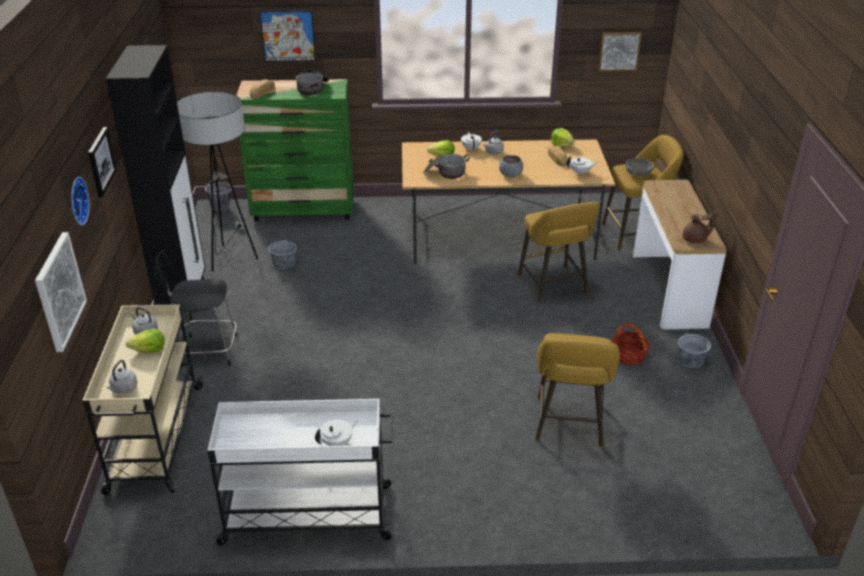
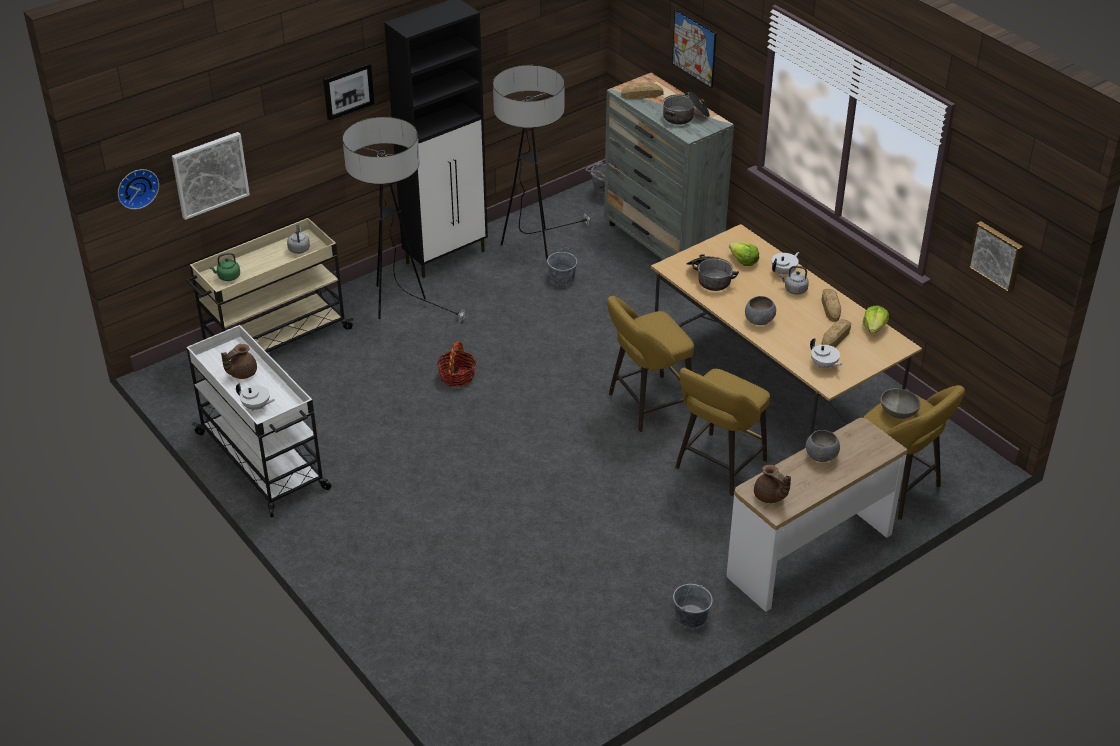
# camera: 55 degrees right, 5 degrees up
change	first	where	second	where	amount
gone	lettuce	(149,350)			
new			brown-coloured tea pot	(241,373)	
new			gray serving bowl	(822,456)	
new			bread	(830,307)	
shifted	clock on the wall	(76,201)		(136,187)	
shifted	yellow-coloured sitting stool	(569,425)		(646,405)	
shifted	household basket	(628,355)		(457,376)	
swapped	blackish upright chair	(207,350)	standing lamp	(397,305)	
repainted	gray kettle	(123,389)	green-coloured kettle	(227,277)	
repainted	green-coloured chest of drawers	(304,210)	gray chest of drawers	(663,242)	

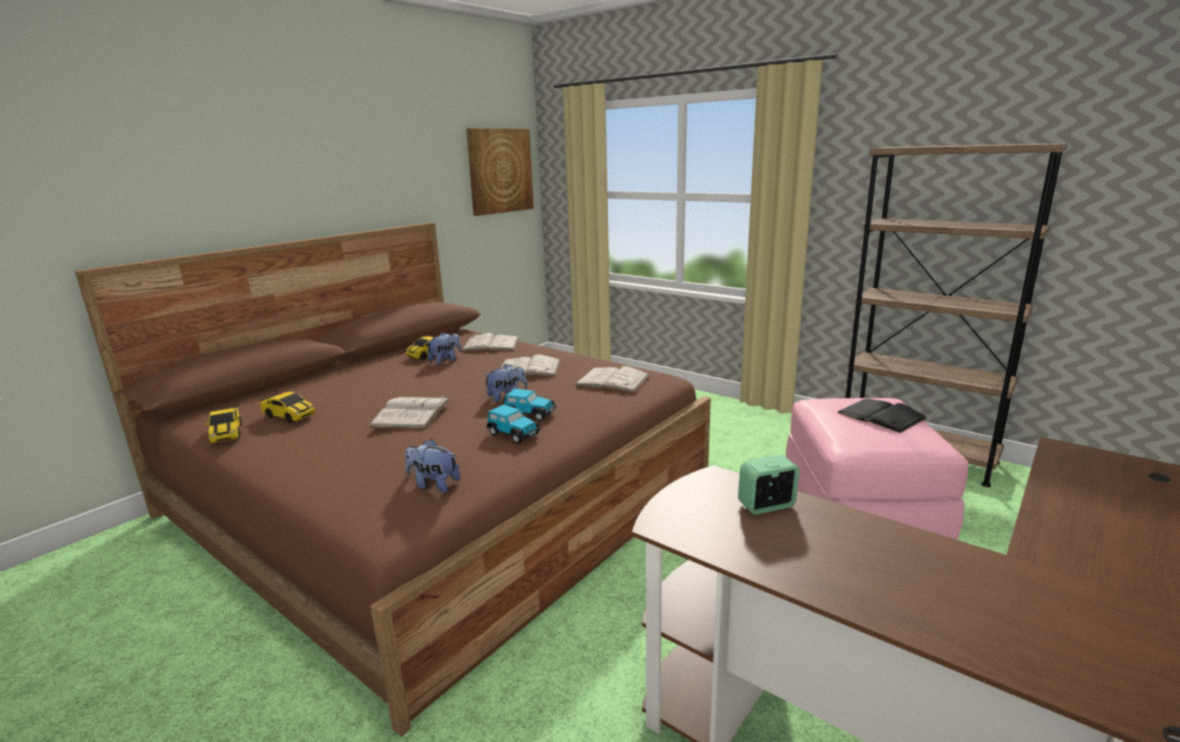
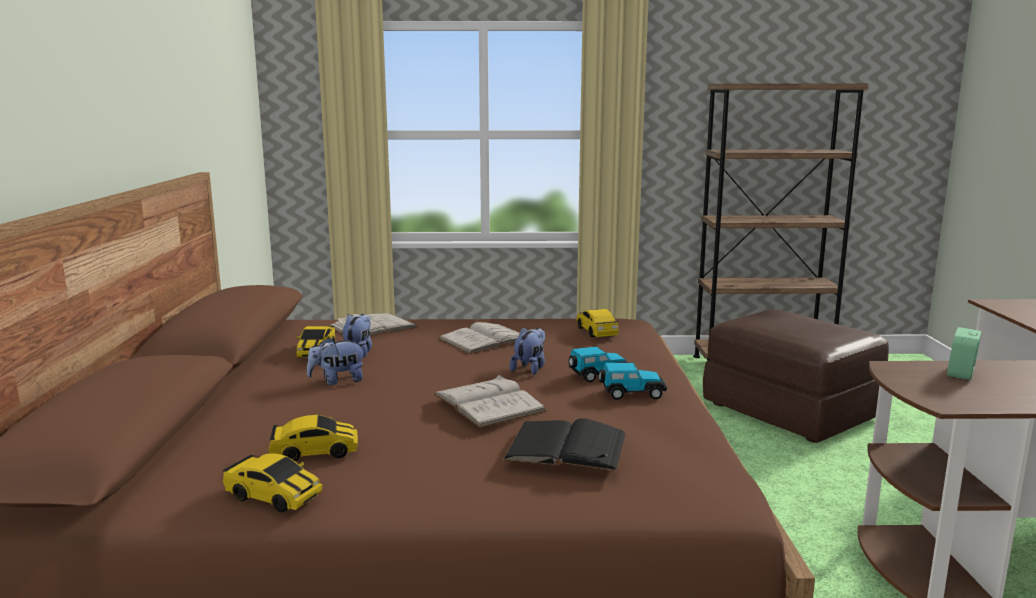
# camera: 40 degrees left, 5 degrees down
change	first	where	second	where	amount
gone	wall art	(500,171)			
shifted	soft toy	(433,485)		(338,381)	
shifted	blackish volume	(881,415)		(566,447)	
swapped	white volume	(612,380)	toy car	(596,331)	
repainted	pink pouffe	(860,506)	brown-coloured pouffe	(788,411)	

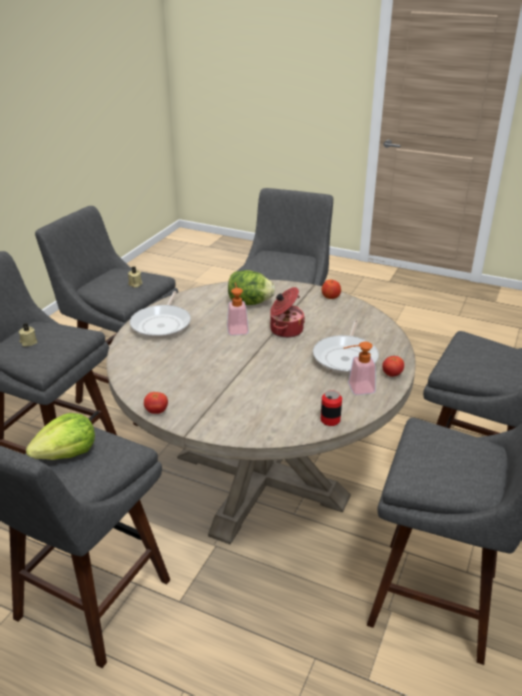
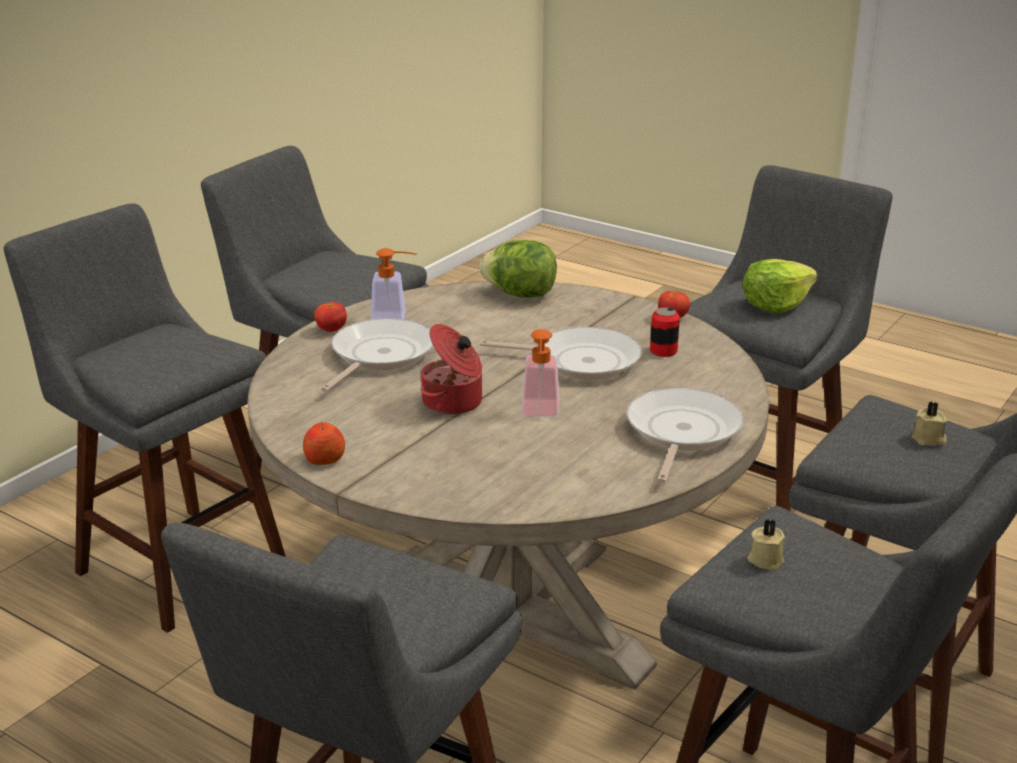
# camera: 170 degrees left, 5 degrees down
change	first	where	second	where	amount
new			skillet	(580,360)	
shifted	lettuce	(249,303)		(520,294)	
shifted	can	(330,420)		(663,351)	

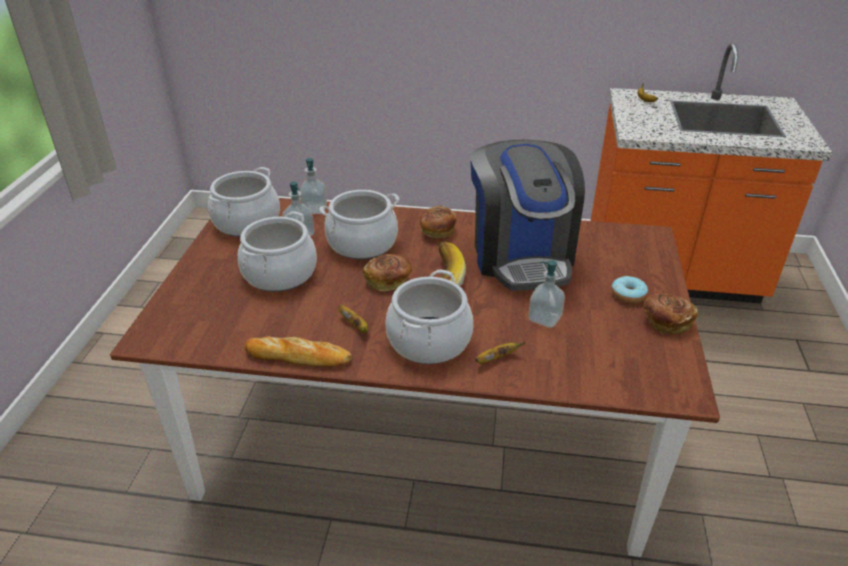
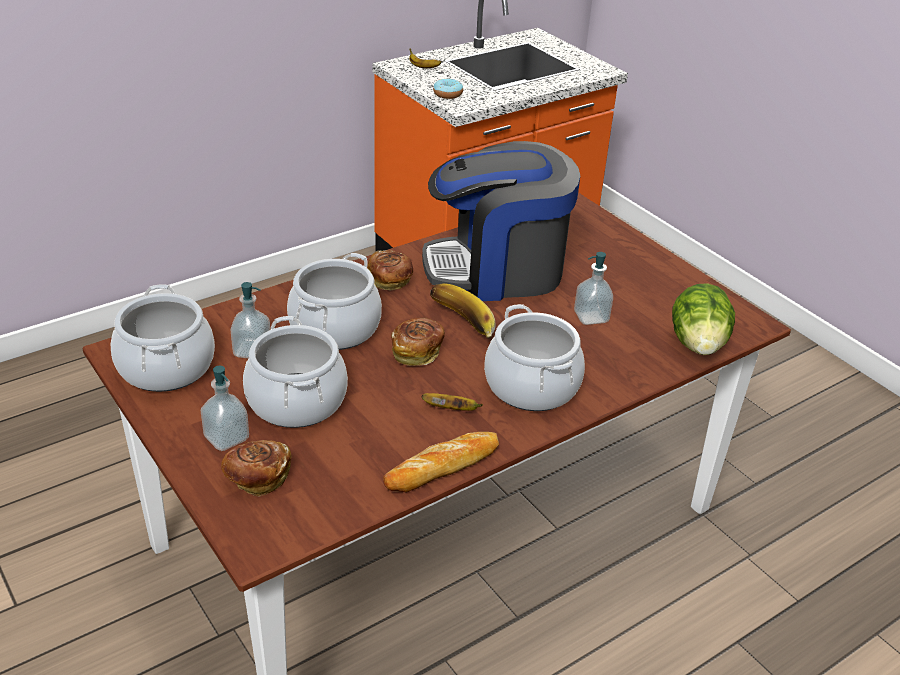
# camera: 45 degrees left, 0 degrees up
change	first	where	second	where	amount
gone	banana fruit	(496,359)			
new			lettuce	(698,344)	
shifted	liquid soap bottle	(314,209)		(226,438)	
shifted	ring doughnut	(628,295)		(447,94)	
shifted	bread	(665,322)		(257,478)	
rotated	coffee machine	(521,255)		(497,270)	135 degrees clockwise

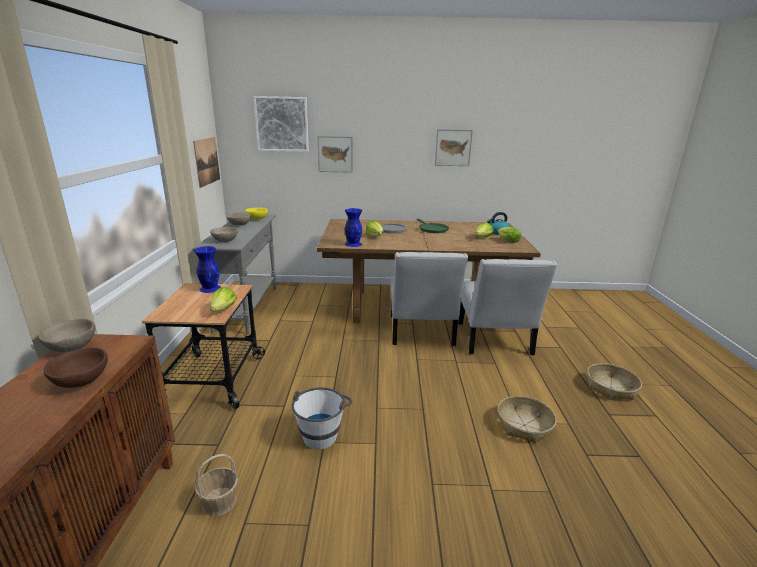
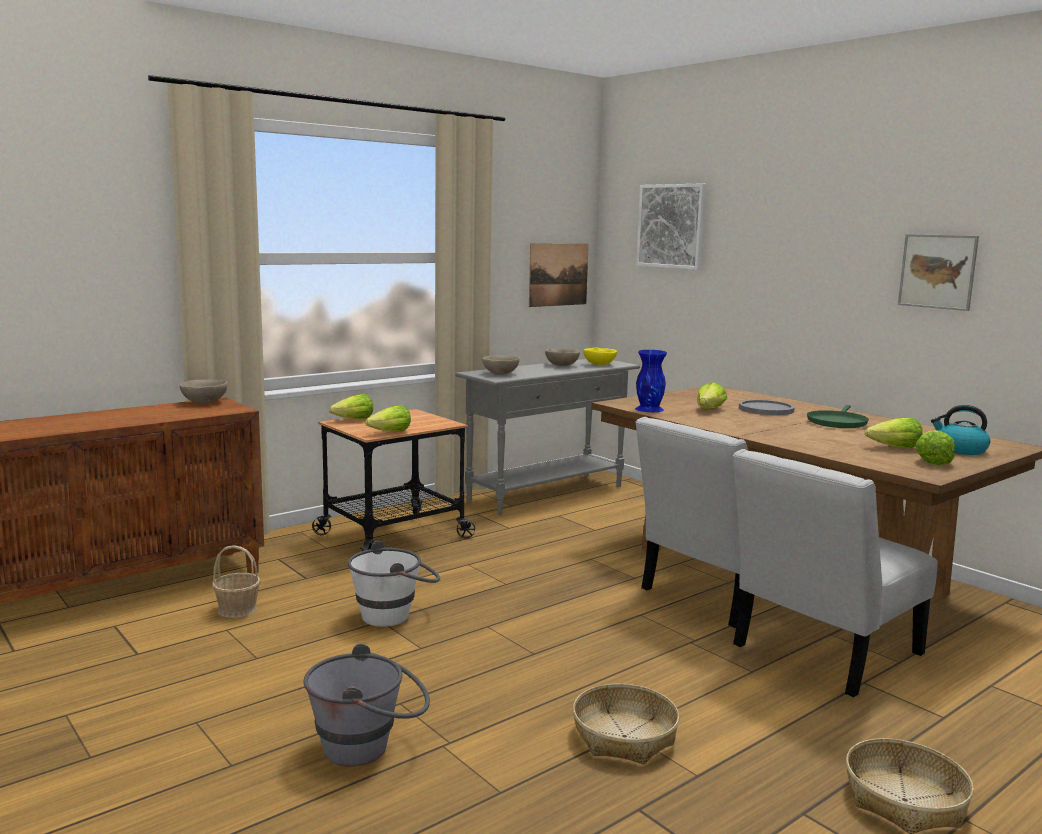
# camera: 50 degrees right, 10 degrees down
change	first	where	second	where	amount
gone	brown-coloured serving bowl	(81,381)			
gone	bluish decorative vase	(209,288)			
gone	wall art	(335,154)			
new			gray pail	(369,747)	
new			lettuce	(354,420)	

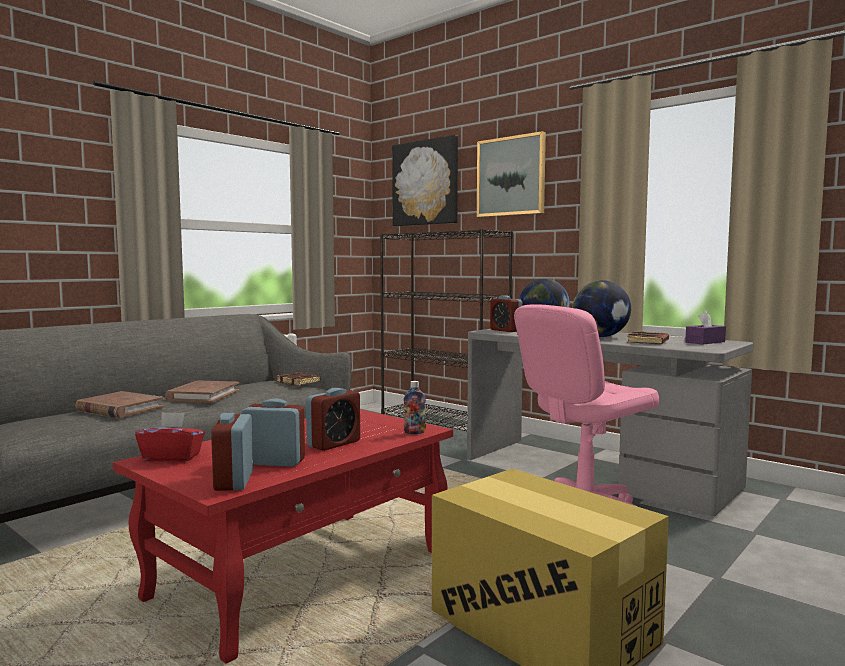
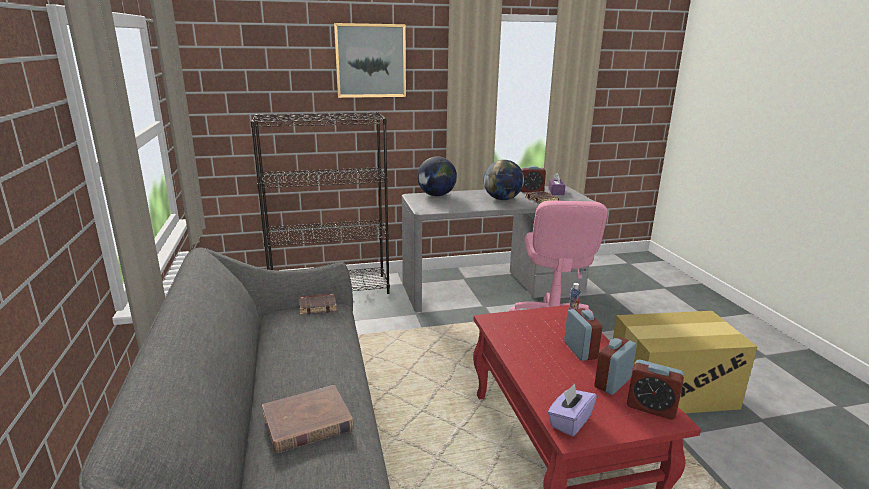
# camera: 55 degrees left, 15 degrees up
change	first	where	second	where	amount
gone	brown-coloured volume	(203,395)			
gone	wall art	(425,183)			
shifted	table clock	(505,330)		(531,191)	
repainted	reddish box of tissues	(172,457)	purple-coloured box of tissues	(570,422)	

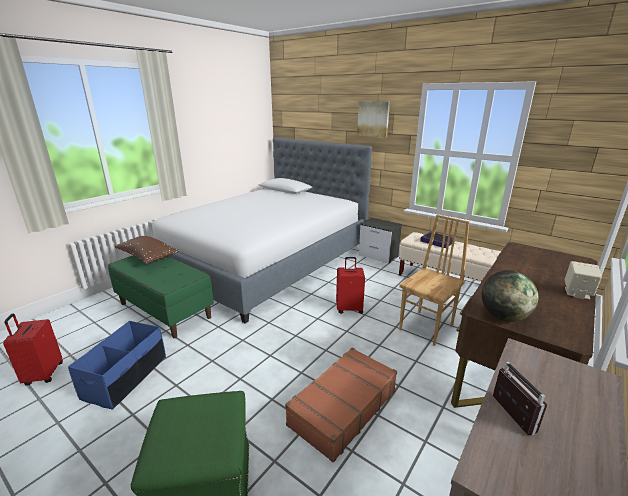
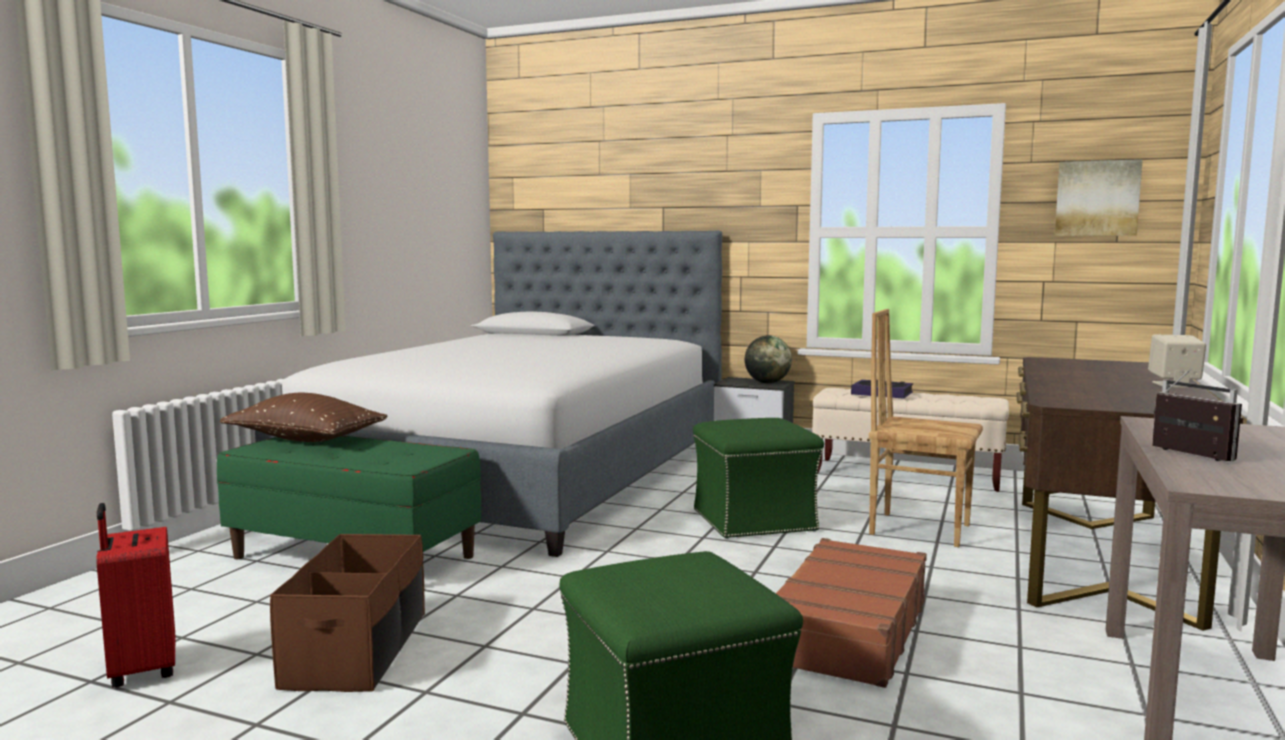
# camera: 15 degrees left, 15 degrees down
change	first	where	second	where	amount
shifted	wall art	(373,119)		(1097,198)	
shifted	globe	(503,317)		(767,383)	
swapped	reddish travel case	(349,308)	green-coloured pouffe	(755,520)	
repainted	bluish storage bin	(126,377)	brown-coloured storage bin	(358,649)	
rotated	brown-coloured upright chair	(427,328)		(919,529)	90 degrees counterclockwise

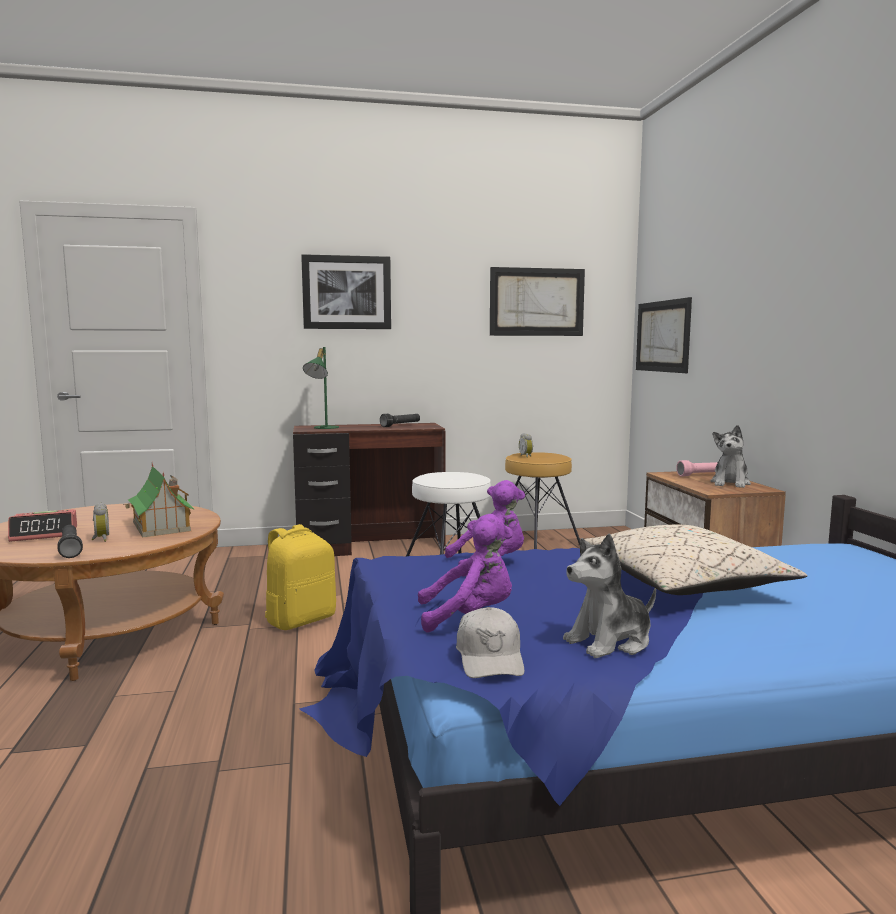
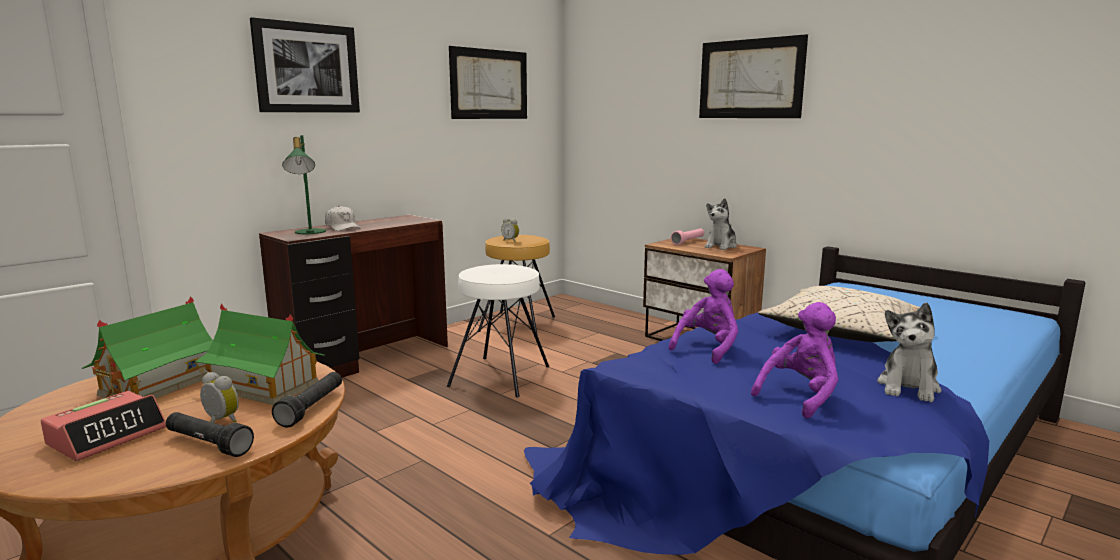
# camera: 35 degrees left, 5 degrees up
change	first	where	second	where	amount
gone	yellow-coloured knapsack	(300,620)			
new			miniature house	(159,384)	
shifted	blackish torch	(401,425)		(312,408)	
shifted	white cap	(490,658)		(343,227)	
shifted	wall art	(662,336)		(750,79)	
rotated	soft toy	(730,483)		(721,246)	45 degrees clockwise

